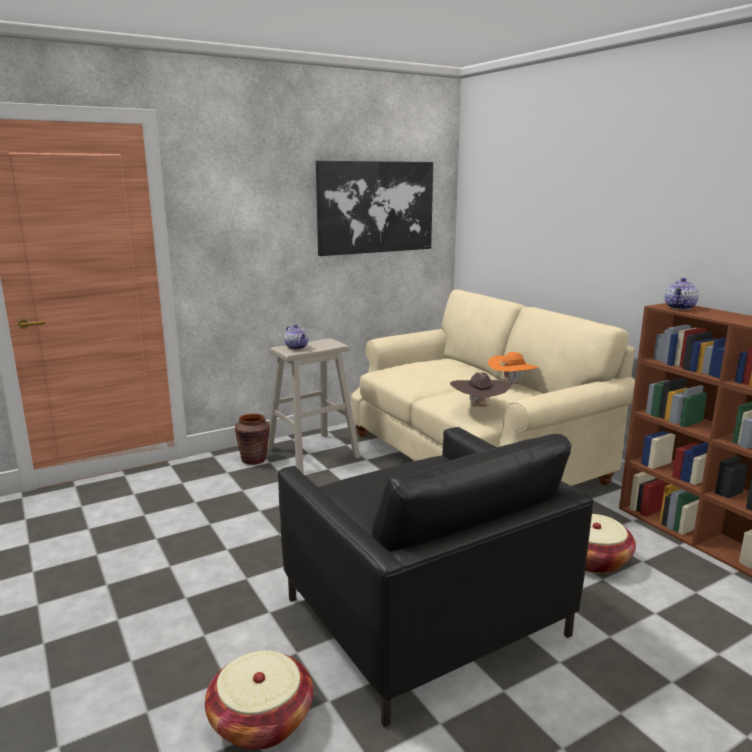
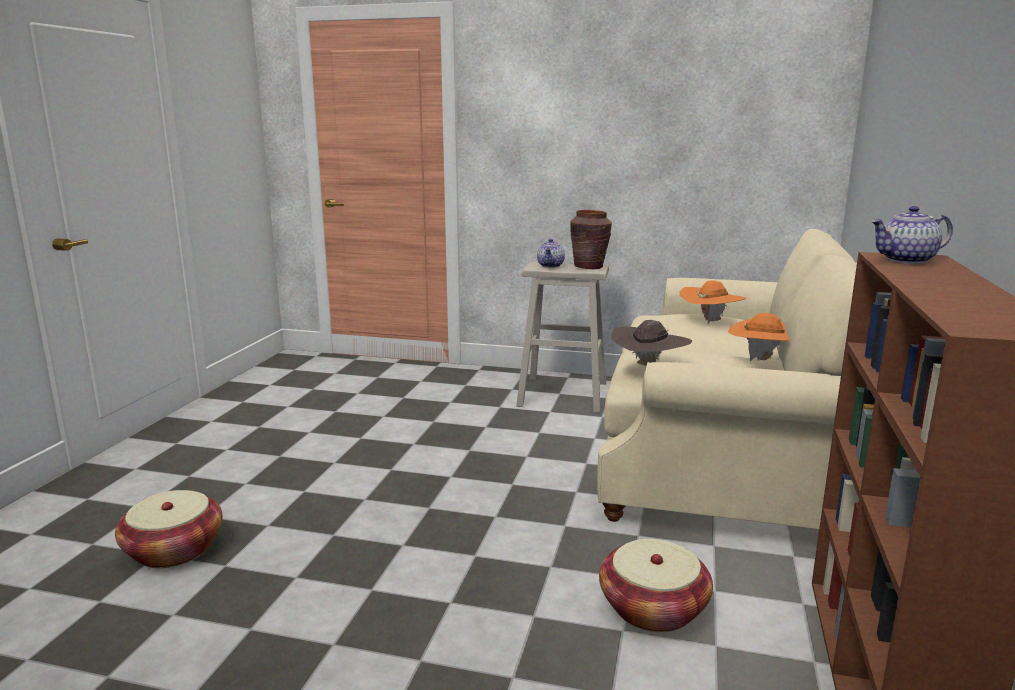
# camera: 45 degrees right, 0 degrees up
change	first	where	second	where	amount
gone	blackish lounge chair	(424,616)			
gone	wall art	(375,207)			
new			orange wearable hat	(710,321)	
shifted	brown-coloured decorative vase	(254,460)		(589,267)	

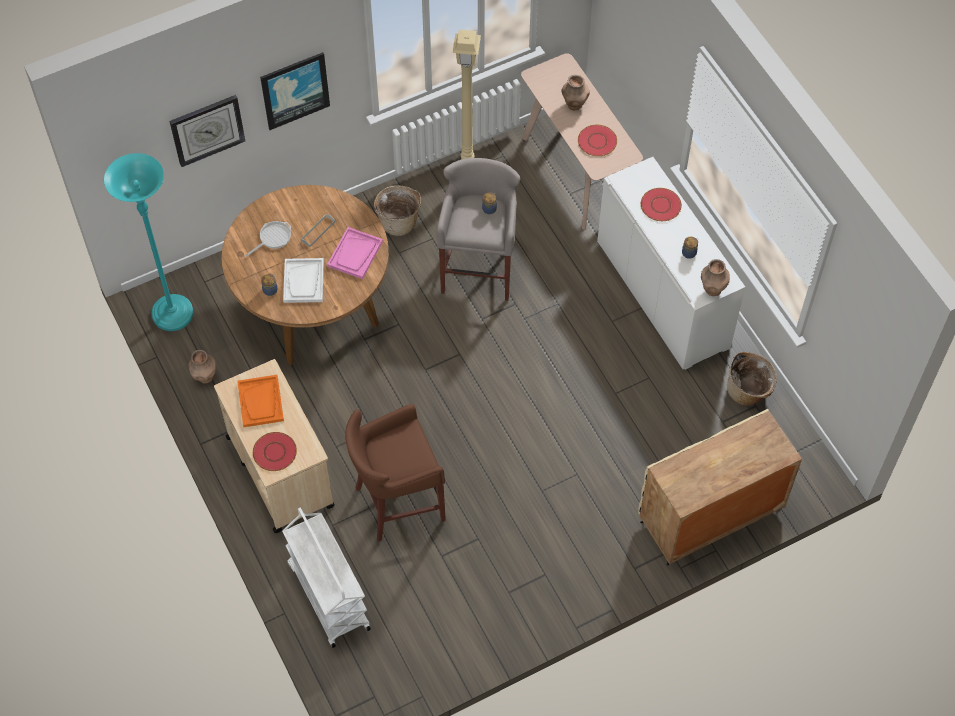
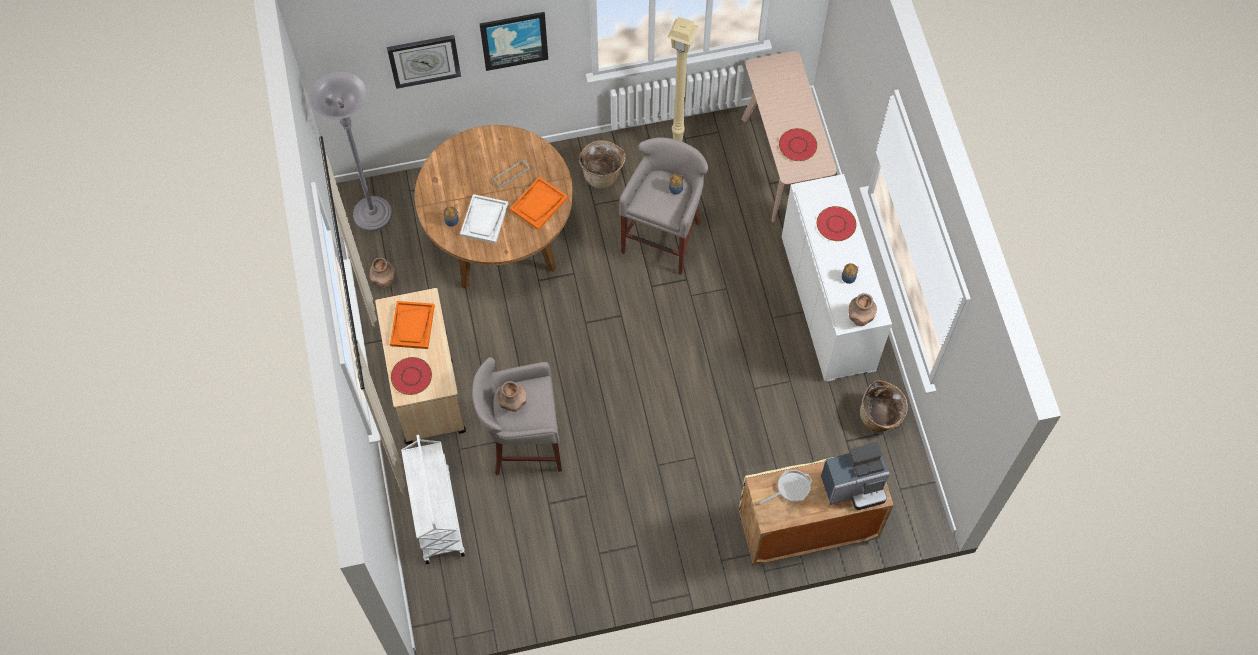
# camera: 15 degrees right, 5 degrees up
change	first	where	second	where	amount
new			coffee machine	(854,487)	
shifted	skillet	(273,238)		(791,488)	
shifted	brown-coloured decorative vase	(574,105)		(513,404)	
repainted	turquoise-coloured standing lamp	(172,314)	gray standing lamp	(373,215)	
repainted	pink carrying tray	(355,254)	orange carrying tray	(539,204)	
repainted	brown-coloured sitting stool	(397,503)	gray sitting stool	(523,443)	

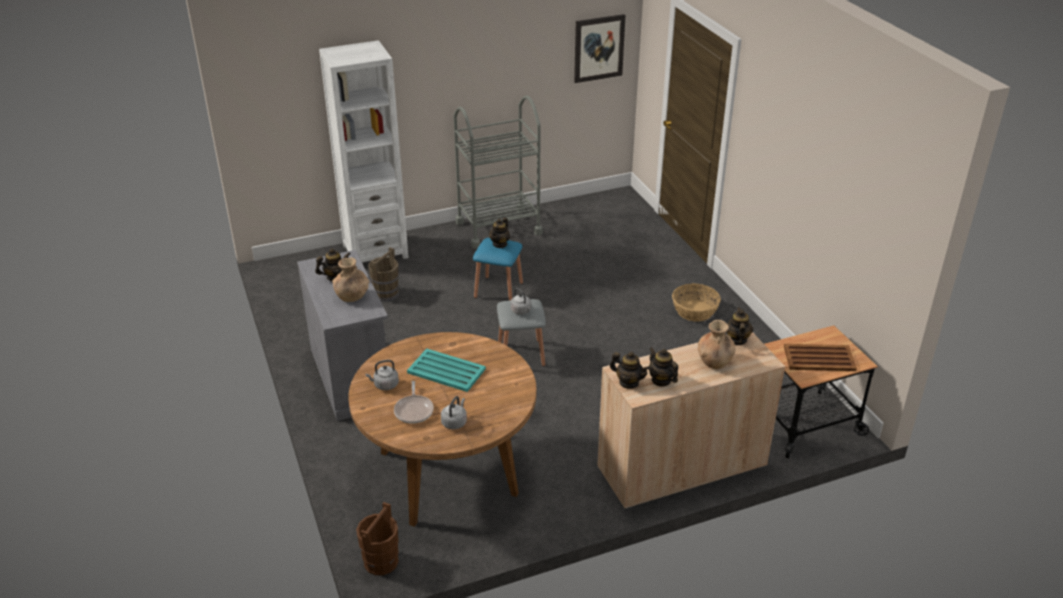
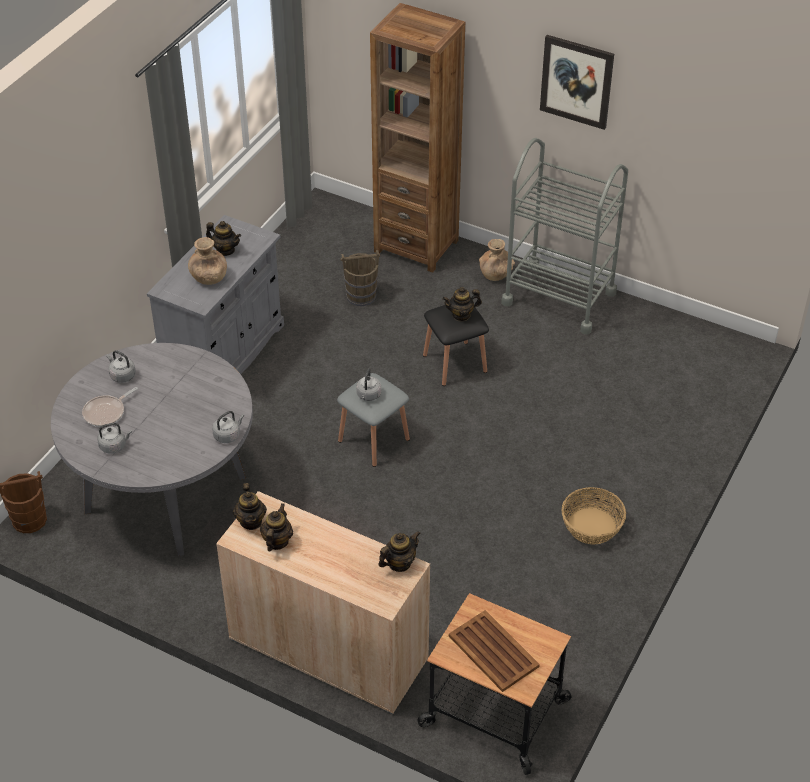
# camera: 50 degrees right, 10 degrees up
change	first	where	second	where	amount
gone	turquoise-coloured carrying tray	(447,371)			
new			gray kettle	(228,435)	
shifted	wall art	(598,48)		(576,81)	
shifted	brown-coloured decorative vase	(714,362)		(495,275)	
repainted	white bookcase	(375,251)	brown-coloured bookcase	(416,246)	
repainted	brown-coloured dinner table	(448,473)	gray dinner table	(165,494)	
repainted	bluish sitting stool	(498,290)	blackish sitting stool	(455,363)	

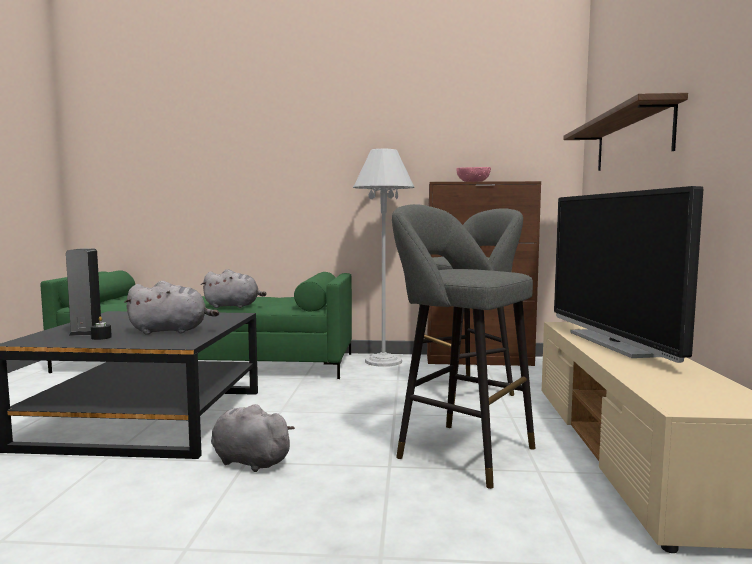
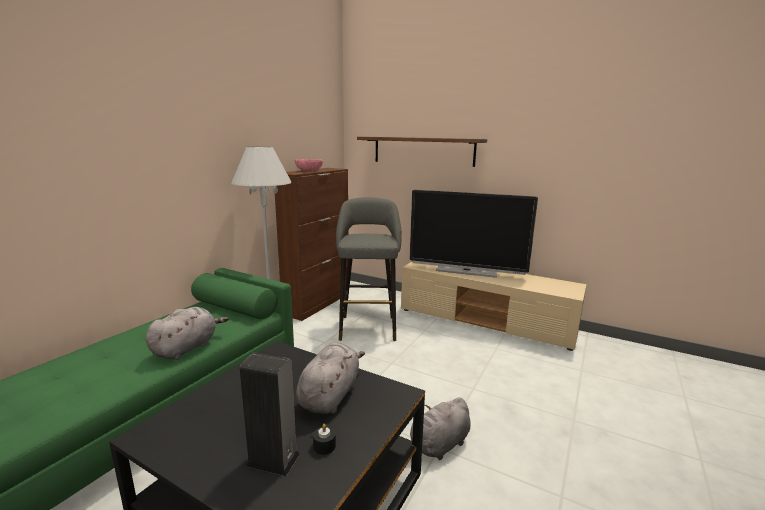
# camera: 65 degrees left, 10 degrees up
change	first	where	second	where	amount
gone	gray sitting stool	(459,451)			

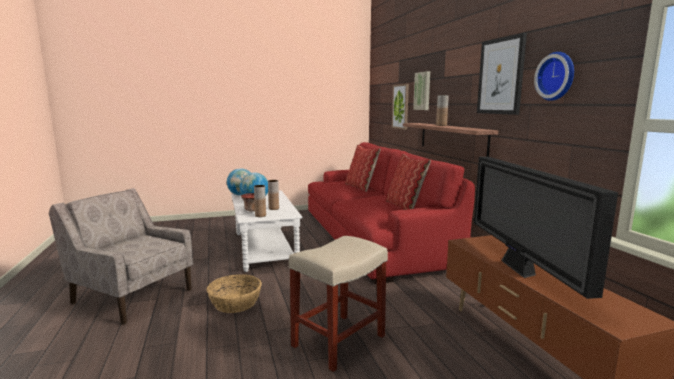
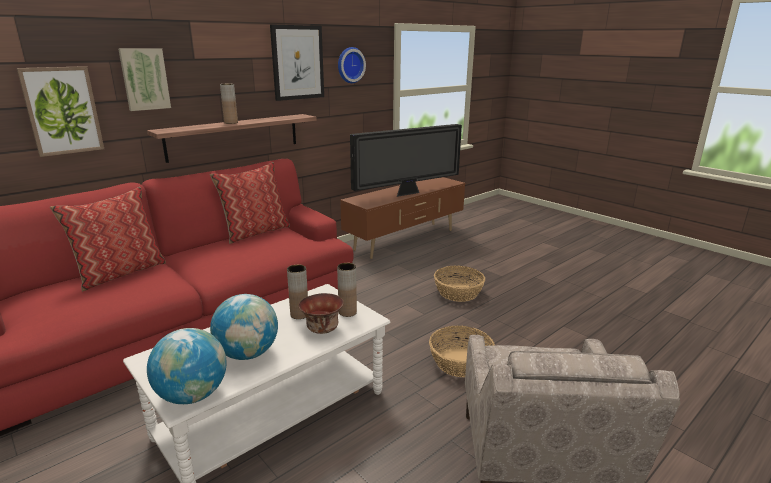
# camera: 115 degrees left, 10 degrees up
change	first	where	second	where	amount
swapped	beige-coloured sitting stool	(339,340)	household basket	(458,293)	

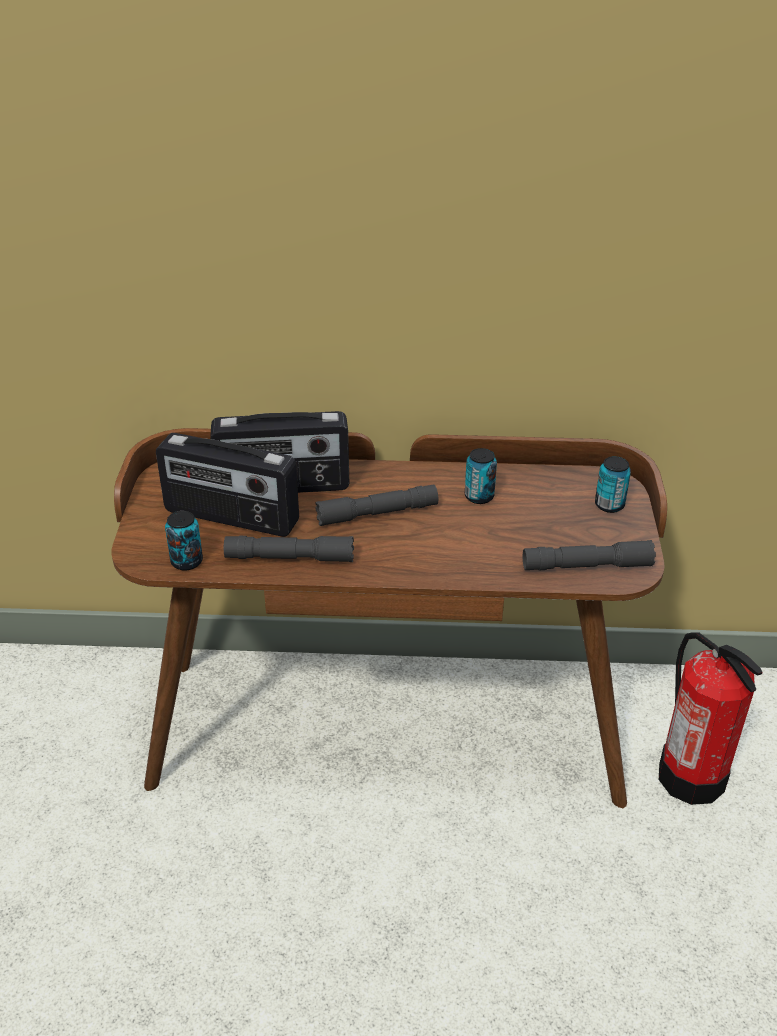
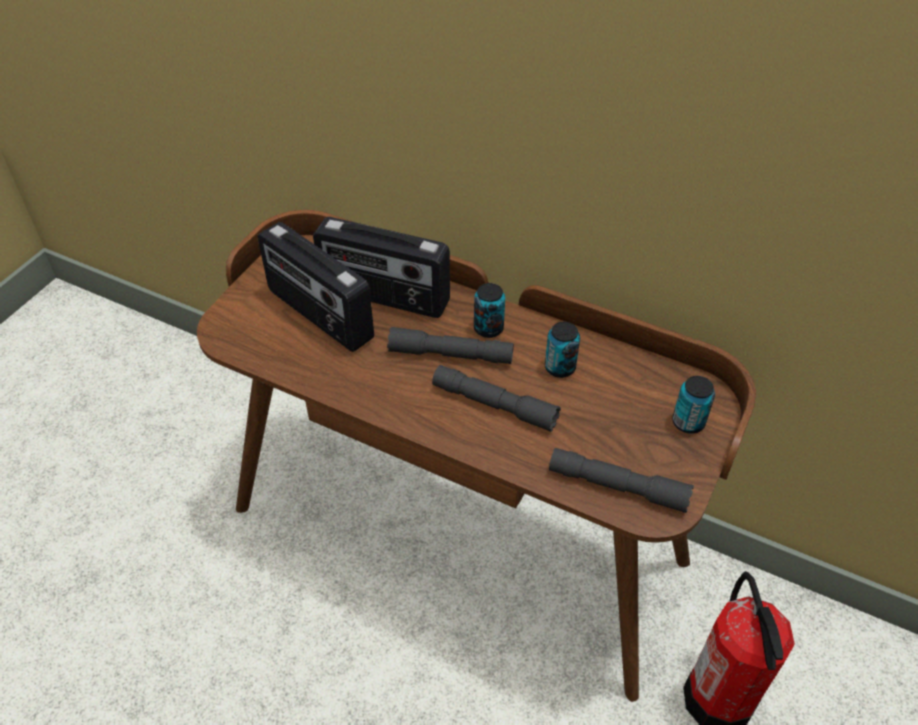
# camera: 25 degrees right, 10 degrees up
change	first	where	second	where	amount
shifted	can	(187,561)		(488,328)	
shifted	gray torch	(289,558)		(494,405)	

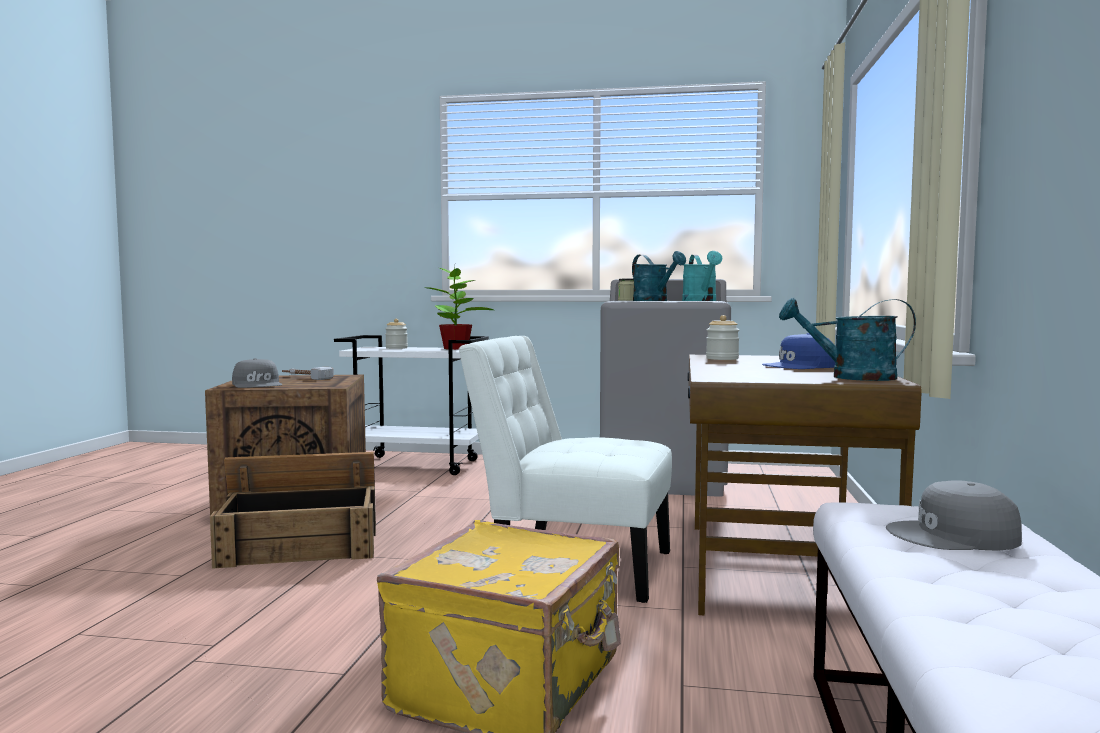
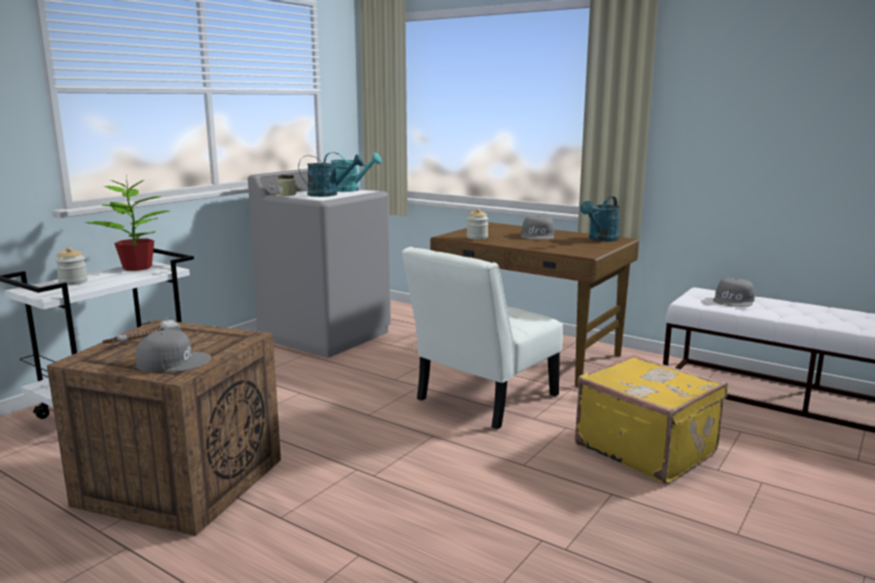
# camera: 65 degrees left, 10 degrees up
change	first	where	second	where	amount
gone	packing crate	(301,544)			
repainted	bluish cap	(800,366)	gray cap	(538,235)	

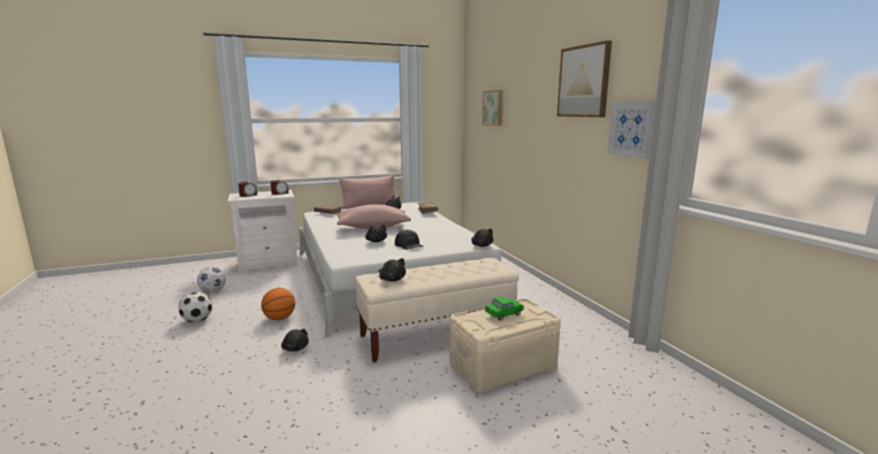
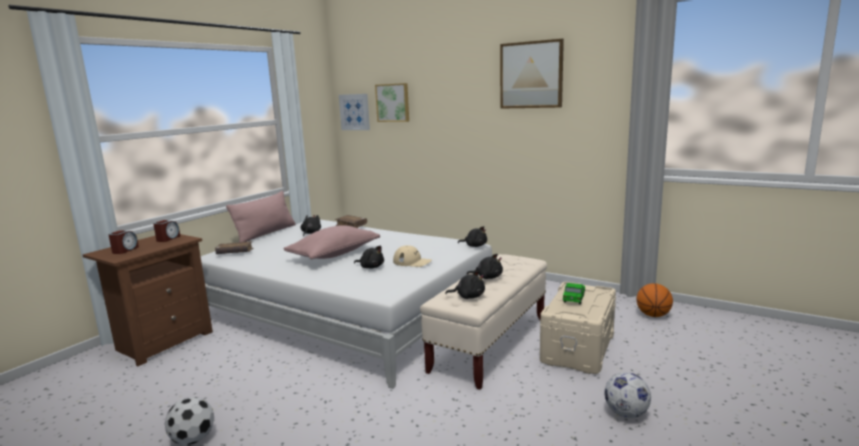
# camera: 35 degrees left, 0 degrees up
change	first	where	second	where	amount
shifted	ball for football	(213,291)		(626,413)	
shifted	basketball	(279,318)		(653,315)	
shifted	blackish soft toy	(295,348)		(487,277)	
shifted	wall art	(632,129)		(355,112)	
repainted	white bedside table	(269,263)	brown-coloured bedside table	(163,341)	
repainted	blackish cap	(409,245)	beige-coloured cap	(412,262)	

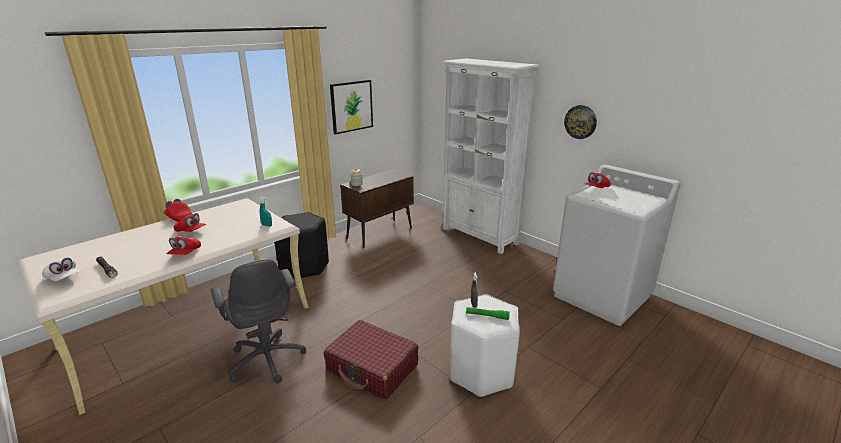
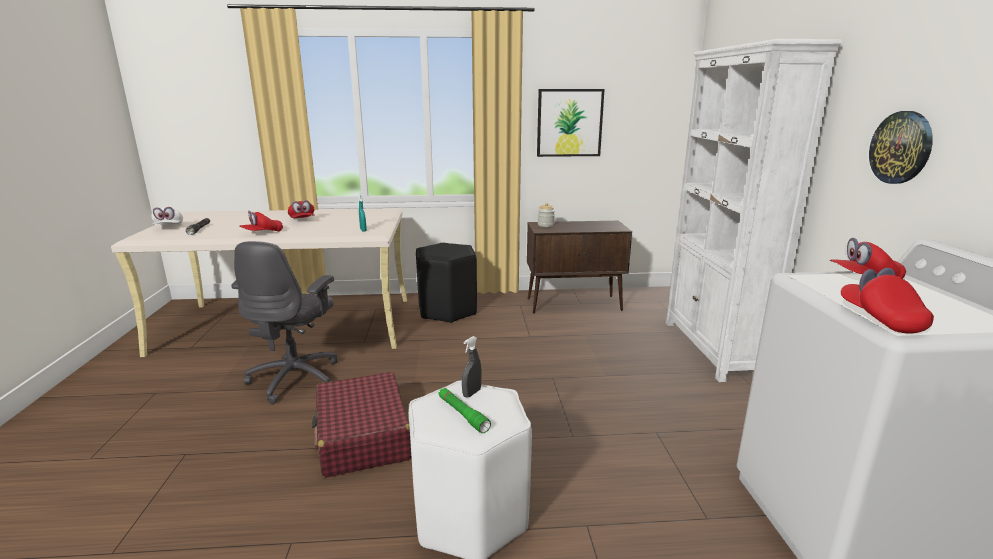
# camera: 40 degrees right, 5 degrees down
change	first	where	second	where	amount
shifted	reddish cap	(179,218)		(880,319)	

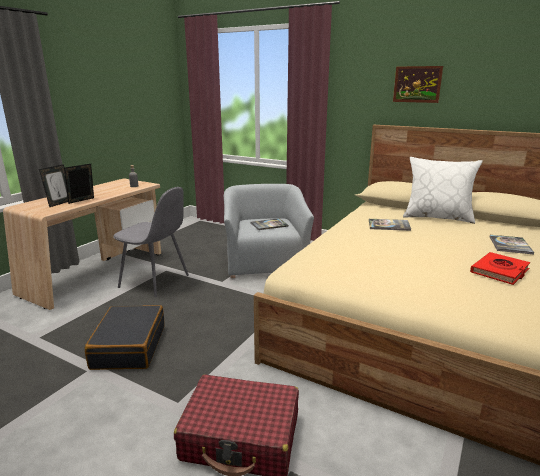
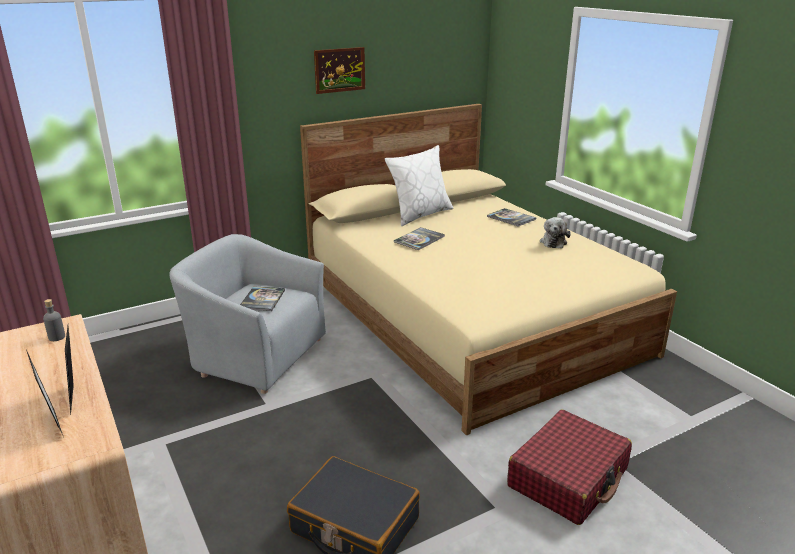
# camera: 60 degrees left, 5 degrees up
change	first	where	second	where	amount
gone	gray upright chair	(156,282)			
swapped	reddish volume	(500,271)	soft toy	(553,242)	

